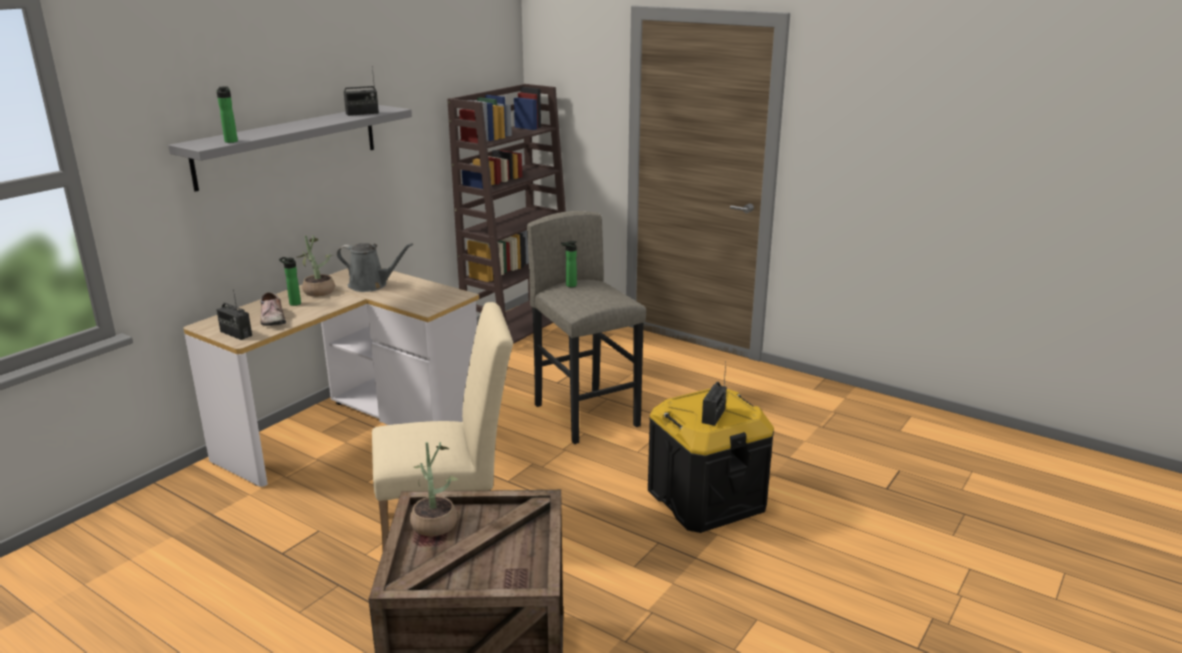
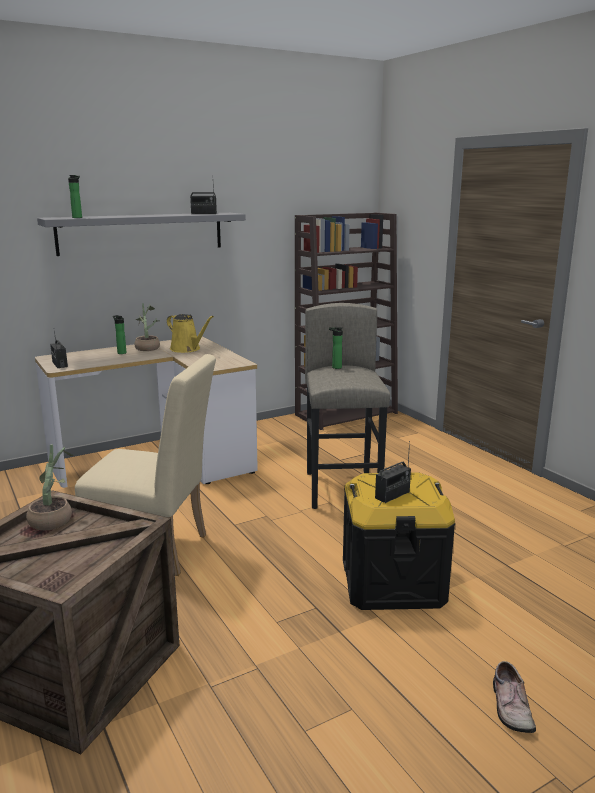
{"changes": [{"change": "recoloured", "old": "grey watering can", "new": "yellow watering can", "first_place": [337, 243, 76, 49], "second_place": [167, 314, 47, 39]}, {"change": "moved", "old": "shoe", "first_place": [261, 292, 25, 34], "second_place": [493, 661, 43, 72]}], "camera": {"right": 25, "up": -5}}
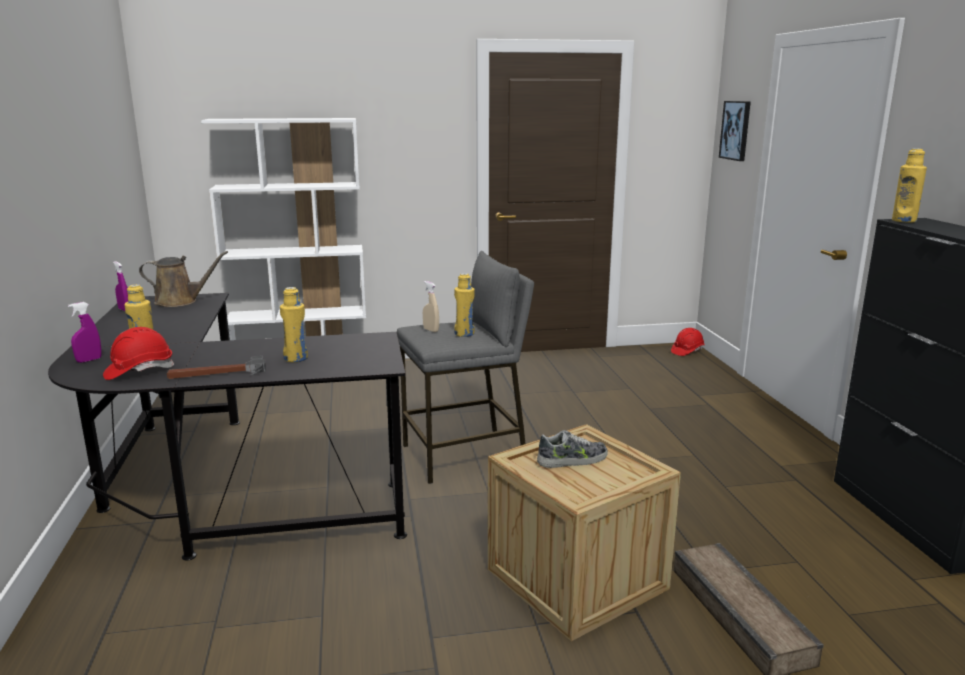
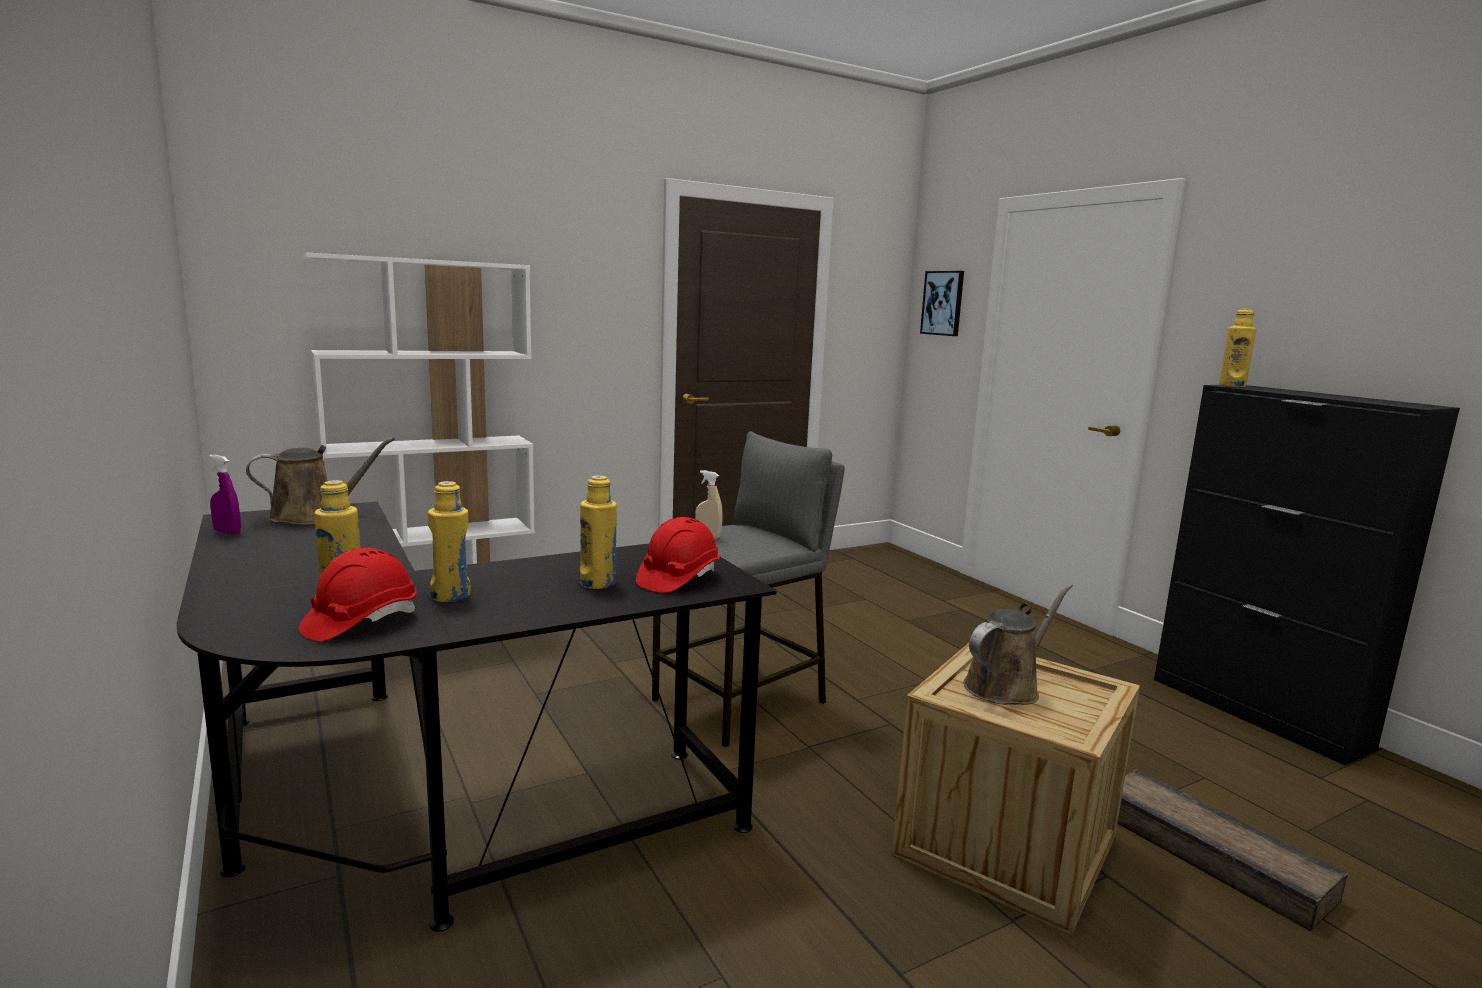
{"changes": [{"change": "moved", "old": "yellow bottle", "first_place": [454, 273, 21, 64], "second_place": [428, 481, 42, 121]}, {"change": "moved", "old": "red hard hat", "first_place": [671, 328, 34, 28], "second_place": [636, 517, 84, 76]}, {"change": "replaced", "old": "shoe", "new": "brown watering can", "first_place": [537, 430, 71, 38], "second_place": [963, 584, 110, 121]}, {"change": "removed", "old": "purple spray bottle", "first_place": [68, 302, 34, 61]}, {"change": "removed", "old": "hammer", "first_place": [167, 356, 99, 23]}], "camera": {"right": -20, "up": -5}}
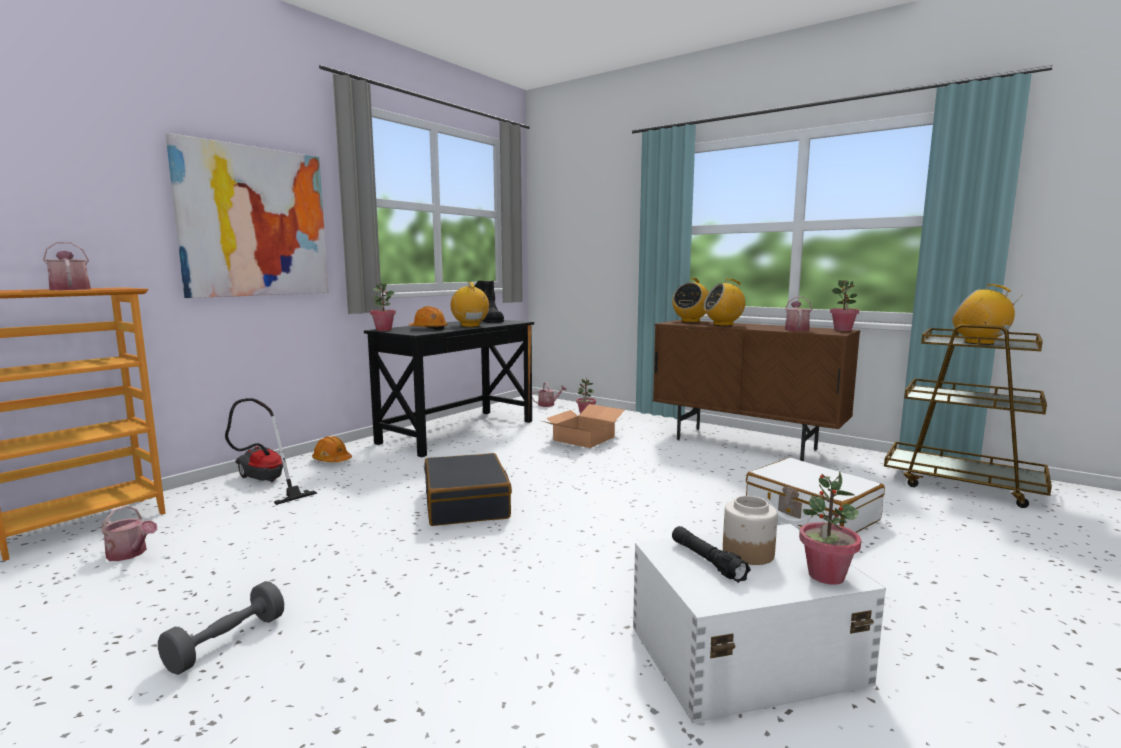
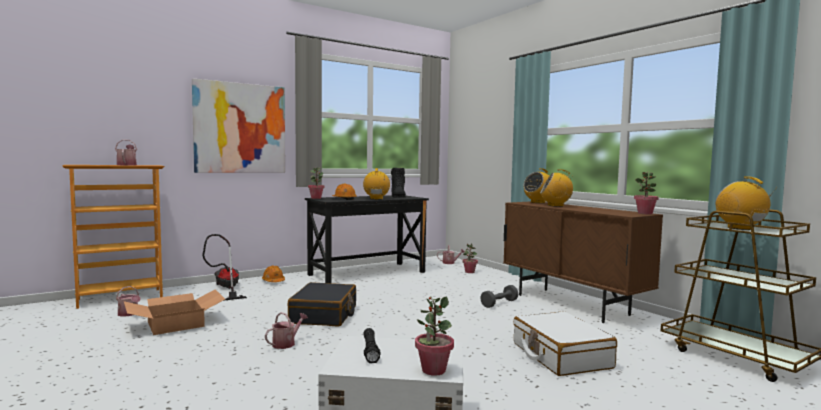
{"changes": [{"change": "moved", "old": "cardboard box", "first_place": [543, 404, 81, 44], "second_place": [124, 289, 101, 46]}, {"change": "moved", "old": "watering can", "first_place": [785, 297, 27, 34], "second_place": [265, 312, 43, 37]}, {"change": "moved", "old": "grey dumbbell", "first_place": [158, 581, 126, 94], "second_place": [480, 285, 38, 23]}, {"change": "removed", "old": "jar", "first_place": [723, 496, 55, 69]}], "camera": {"right": 20, "up": -5}}
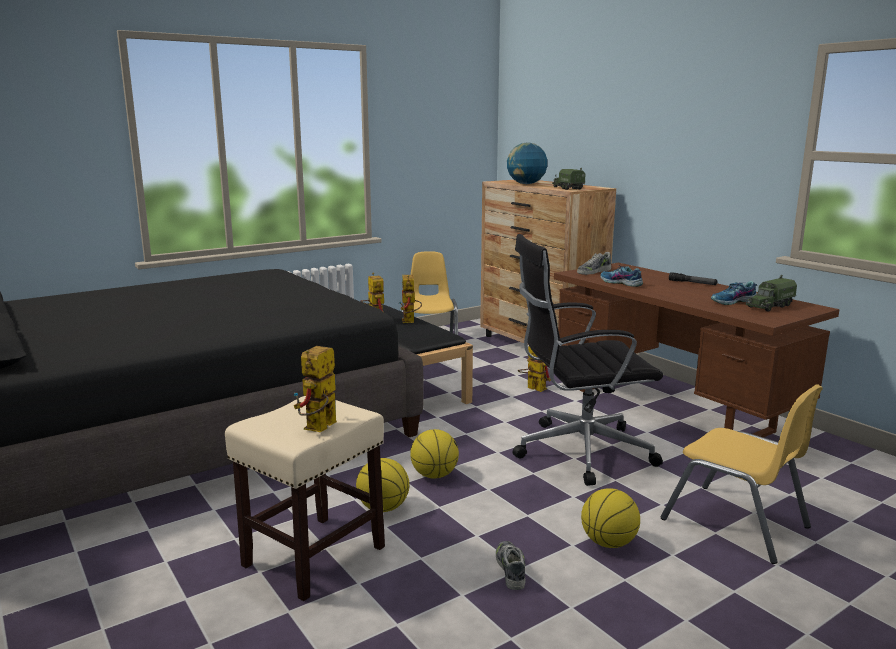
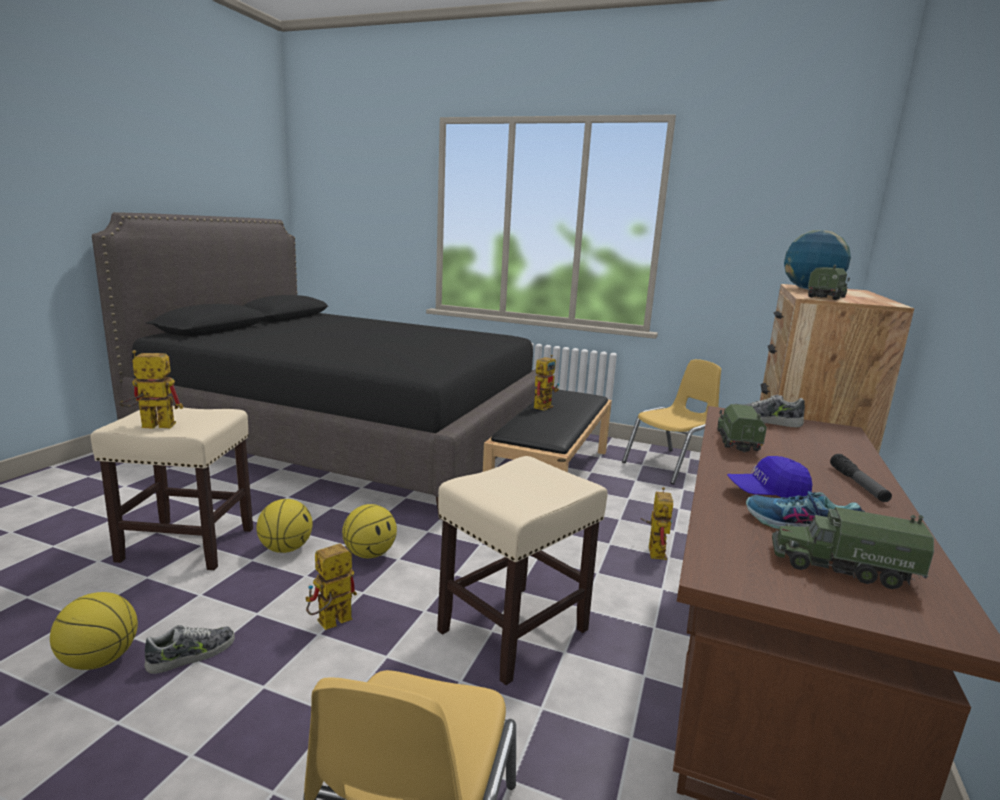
{"changes": [{"change": "moved", "old": "basketball", "first_place": [581, 488, 59, 60], "second_place": [50, 592, 88, 78]}, {"change": "moved", "old": "toy robot", "first_place": [399, 275, 23, 48], "second_place": [305, 543, 52, 87]}, {"change": "replaced", "old": "black office chair", "new": "beige stool", "first_place": [513, 234, 150, 252], "second_place": [437, 456, 171, 229]}, {"change": "replaced", "old": "shoe", "new": "toy truck", "first_place": [601, 265, 42, 22], "second_place": [717, 404, 50, 49]}, {"change": "added", "new": "blue cap", "second_place": [727, 456, 85, 42]}], "camera": {"right": 55, "up": 0}}
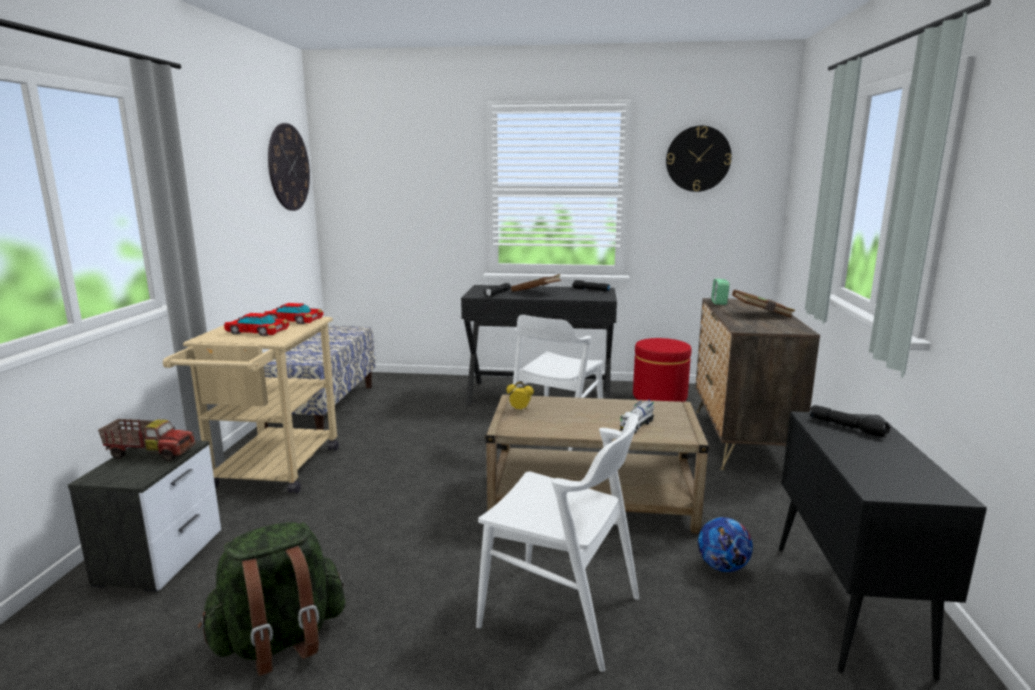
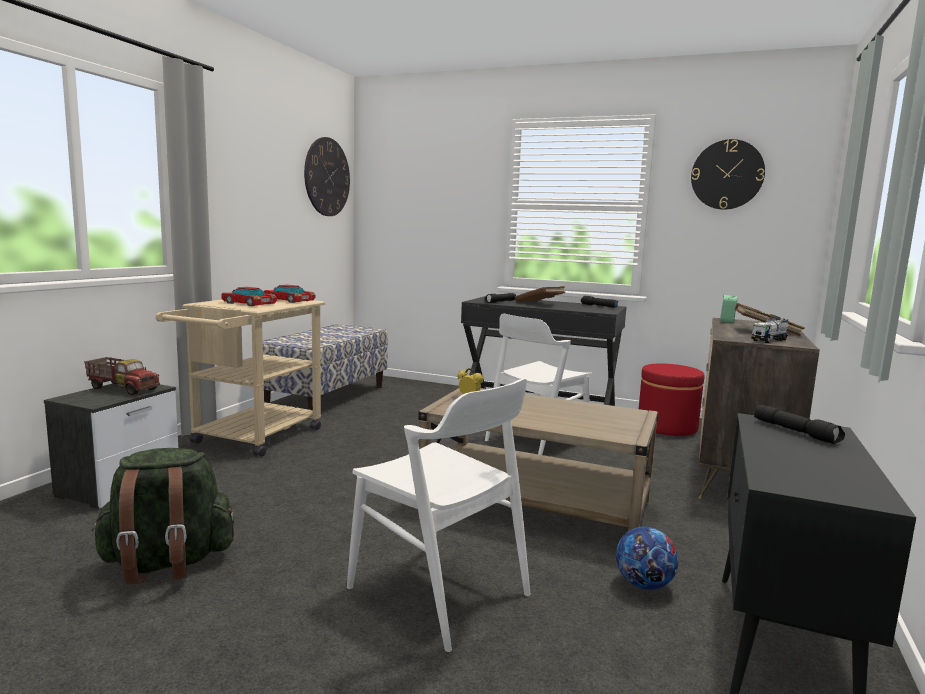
{"changes": [{"change": "moved", "old": "toy truck", "first_place": [620, 400, 34, 33], "second_place": [751, 318, 38, 25]}], "camera": {"right": 15, "up": -5}}
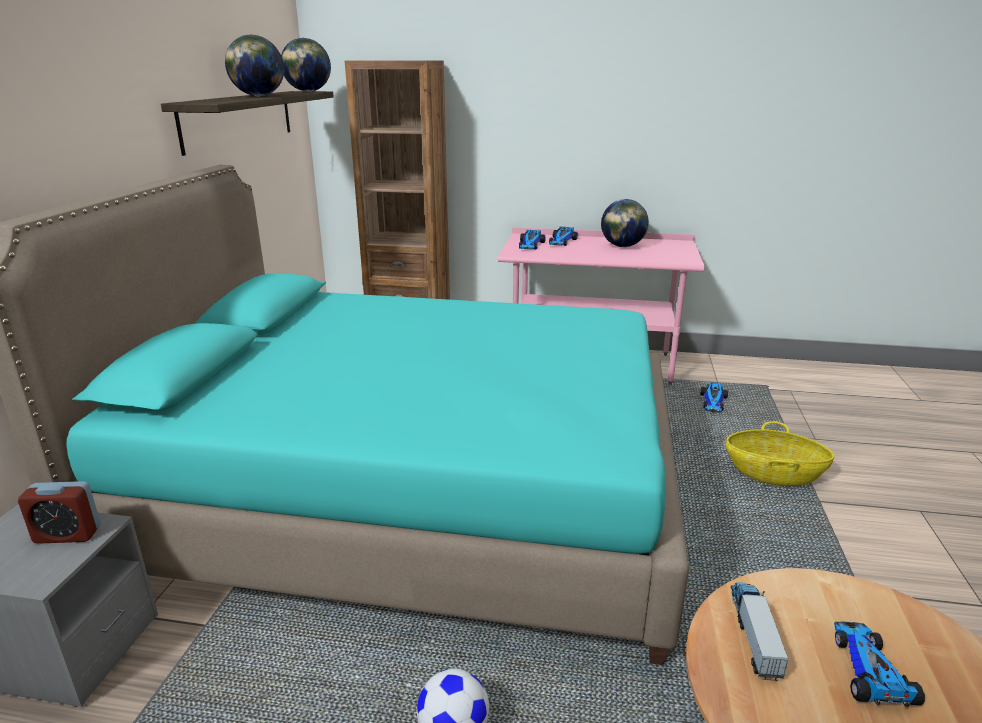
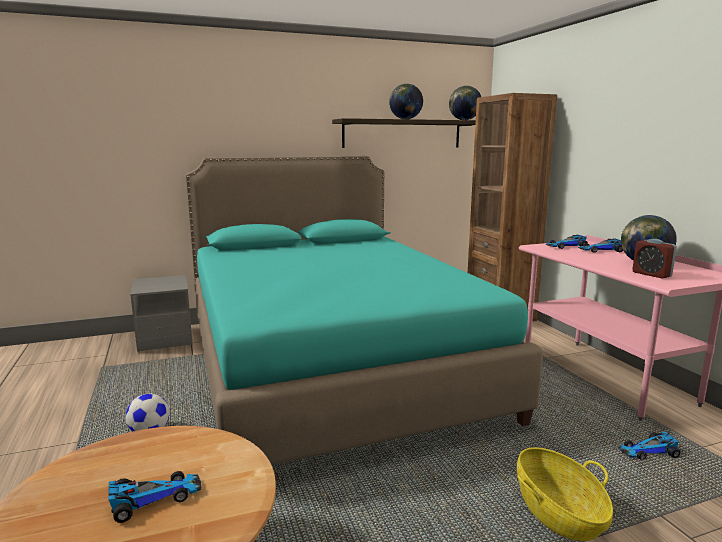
{"changes": [{"change": "moved", "old": "alarm clock", "first_place": [18, 481, 83, 63], "second_place": [632, 239, 45, 40]}, {"change": "removed", "old": "toy truck", "first_place": [731, 582, 58, 99]}], "camera": {"right": 60, "up": -10}}
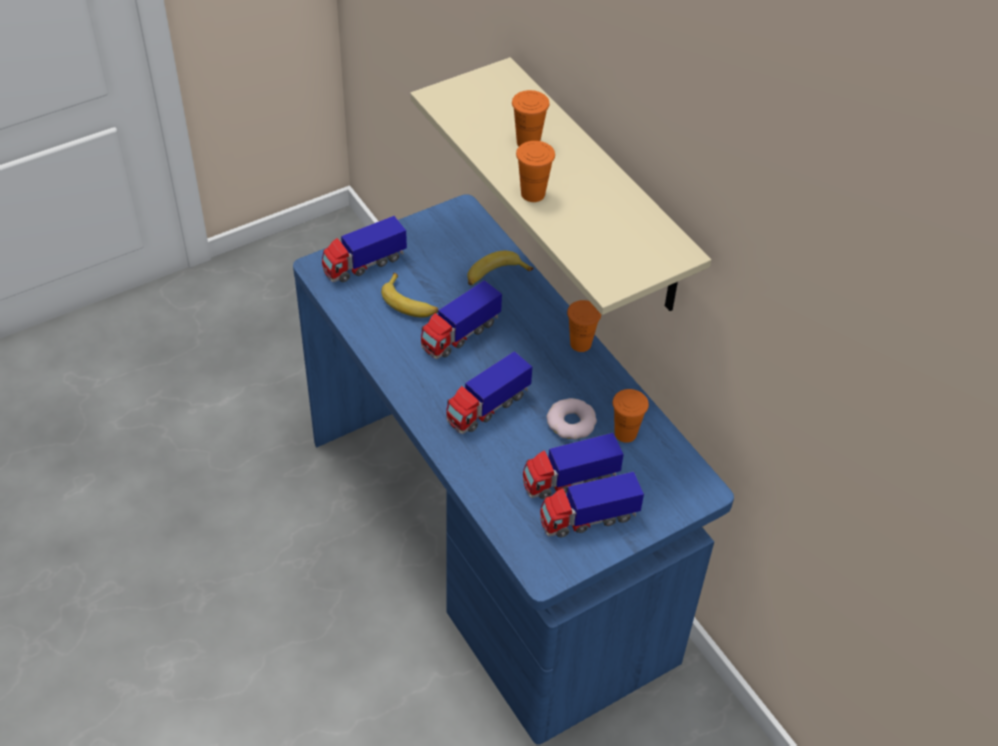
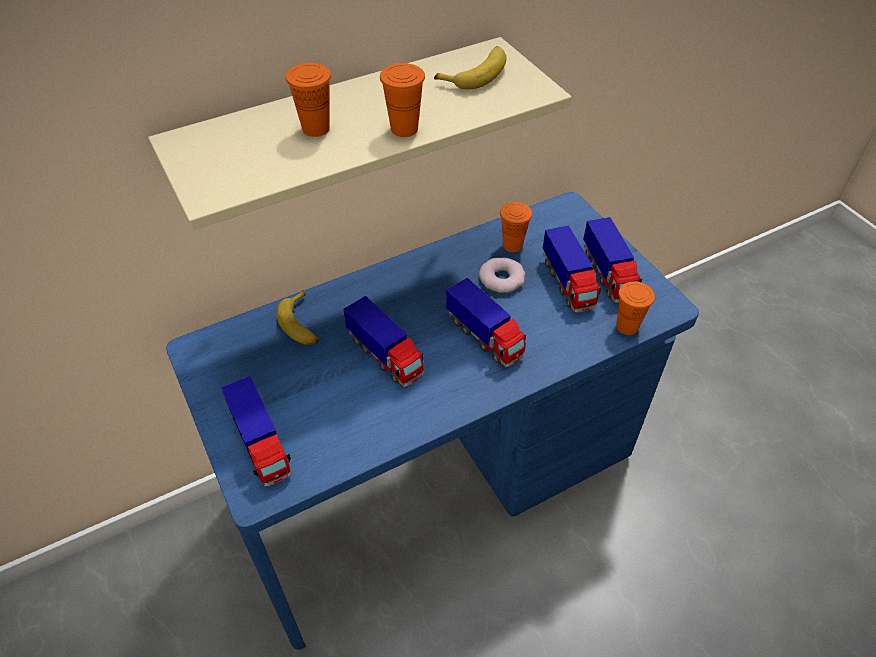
{"changes": [{"change": "moved", "old": "banana", "first_place": [381, 273, 57, 45], "second_place": [434, 46, 73, 43]}, {"change": "moved", "old": "orange cup", "first_place": [567, 300, 34, 52], "second_place": [616, 281, 39, 54]}], "camera": {"right": -85, "up": 0}}
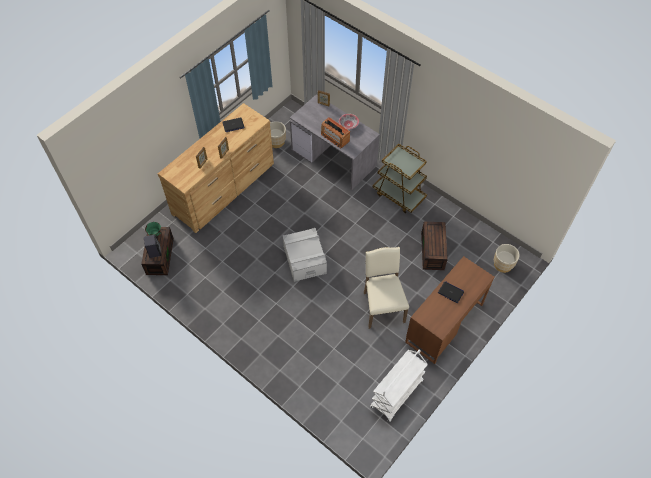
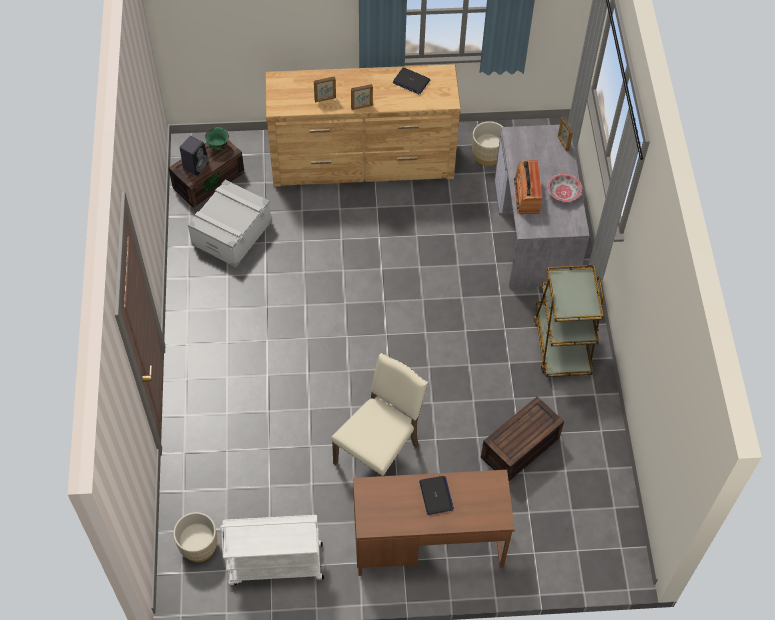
{"changes": [{"change": "moved", "old": "beige planter", "first_place": [494, 244, 26, 29], "second_place": [173, 512, 44, 50]}, {"change": "moved", "old": "grey storage box", "first_place": [283, 228, 44, 54], "second_place": [188, 180, 84, 87]}], "camera": {"right": 45, "up": 0}}
